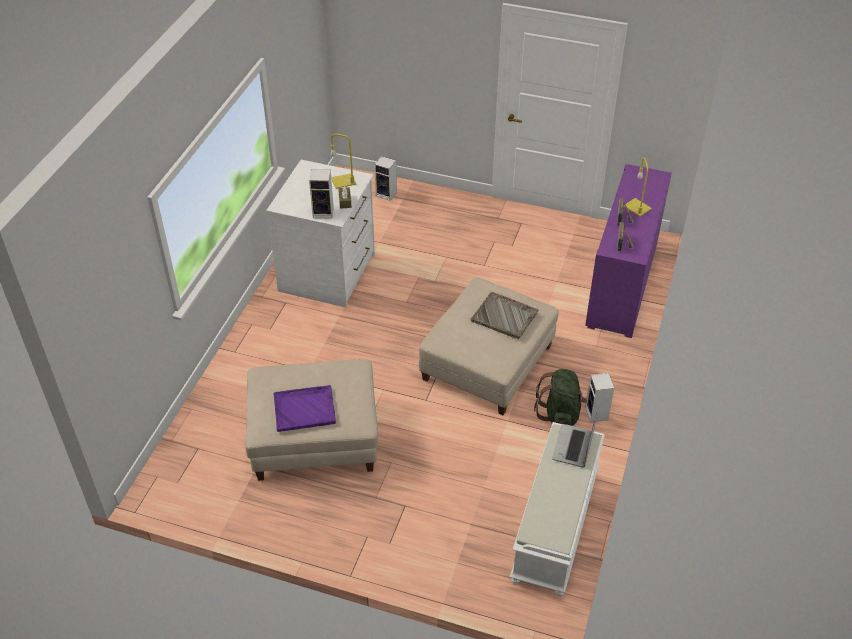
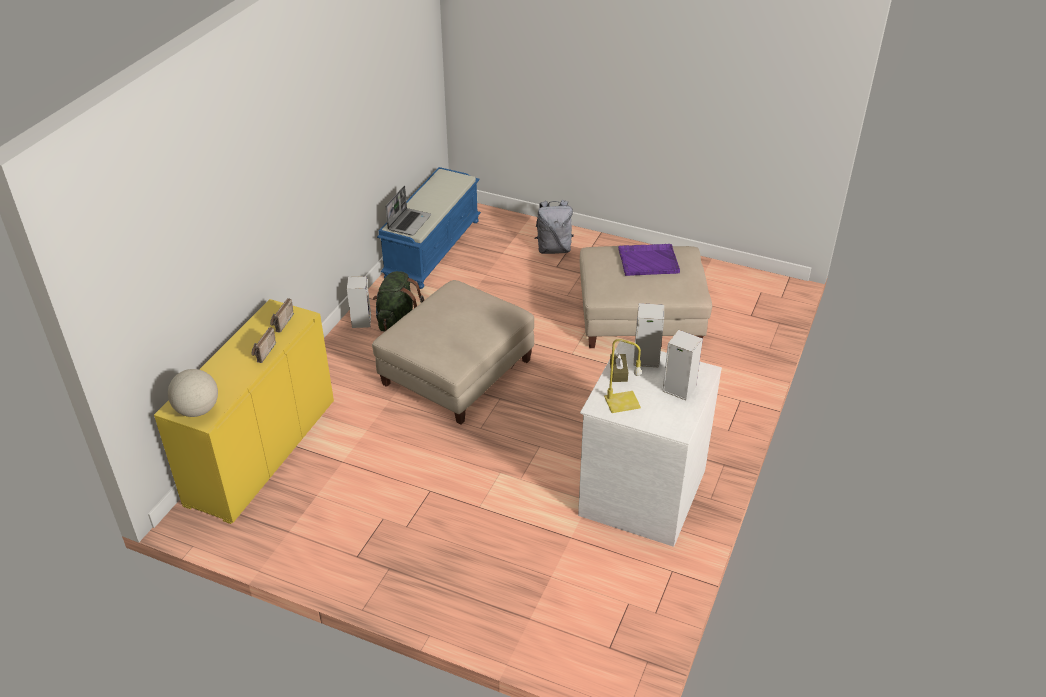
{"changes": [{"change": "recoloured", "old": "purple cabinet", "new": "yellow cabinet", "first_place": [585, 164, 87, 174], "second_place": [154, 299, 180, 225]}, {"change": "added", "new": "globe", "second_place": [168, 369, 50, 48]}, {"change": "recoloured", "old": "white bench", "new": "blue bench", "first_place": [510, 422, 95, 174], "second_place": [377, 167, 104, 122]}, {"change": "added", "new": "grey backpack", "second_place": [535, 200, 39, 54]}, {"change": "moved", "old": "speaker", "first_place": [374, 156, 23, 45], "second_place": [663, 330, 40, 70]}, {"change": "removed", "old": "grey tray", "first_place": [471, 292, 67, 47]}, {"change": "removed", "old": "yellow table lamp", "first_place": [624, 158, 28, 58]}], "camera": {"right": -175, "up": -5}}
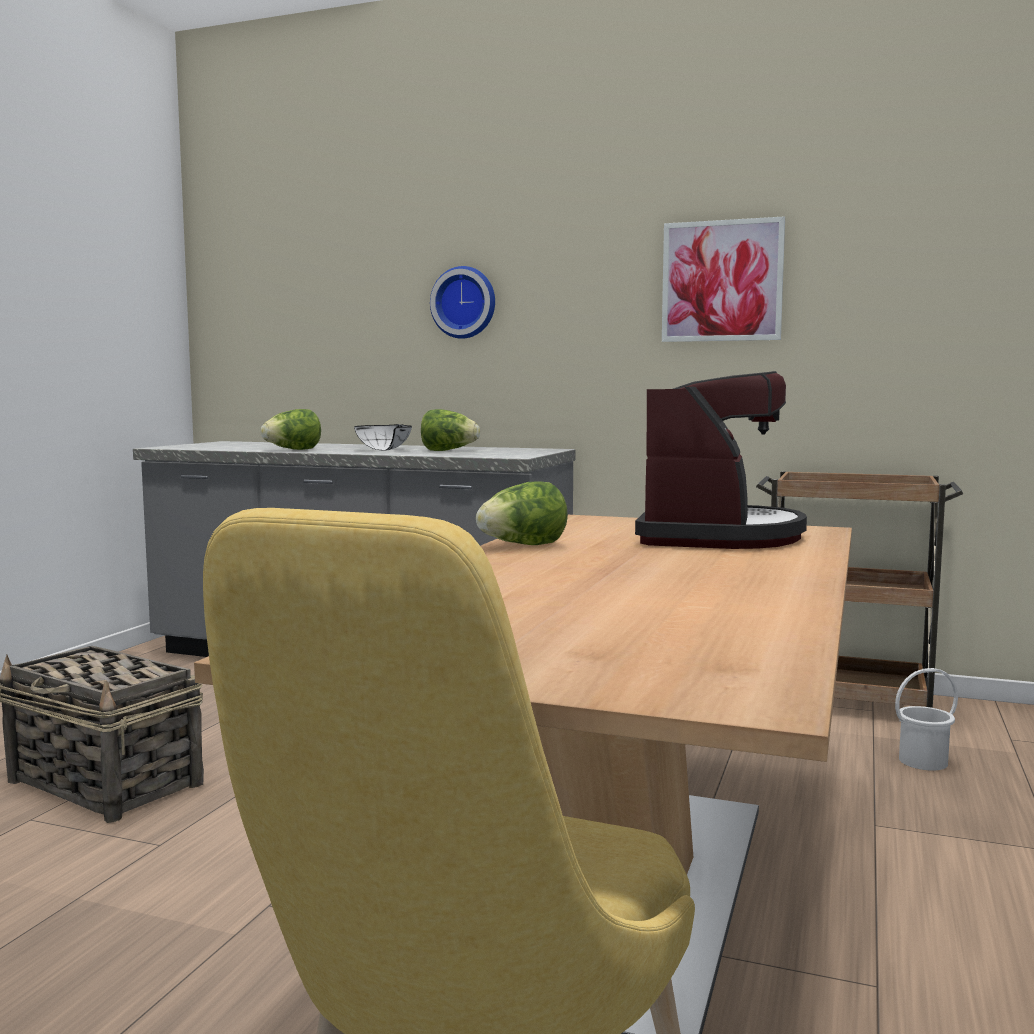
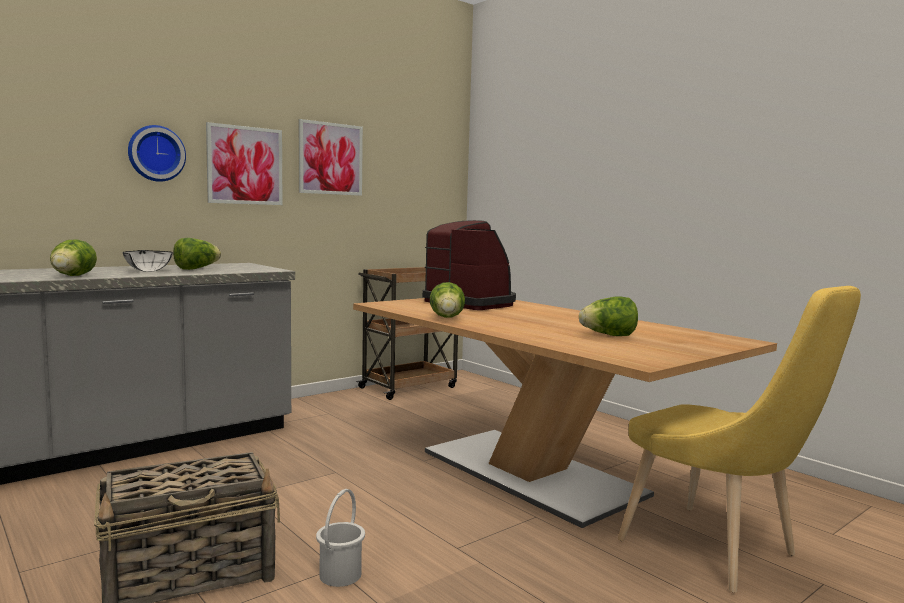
{"changes": [{"change": "added", "new": "picture", "second_place": [206, 122, 76, 83]}, {"change": "moved", "old": "white bucket", "first_place": [895, 668, 63, 103], "second_place": [316, 489, 49, 98]}, {"change": "added", "new": "lettuce", "second_place": [579, 296, 59, 40]}], "camera": {"right": -60, "up": 0}}
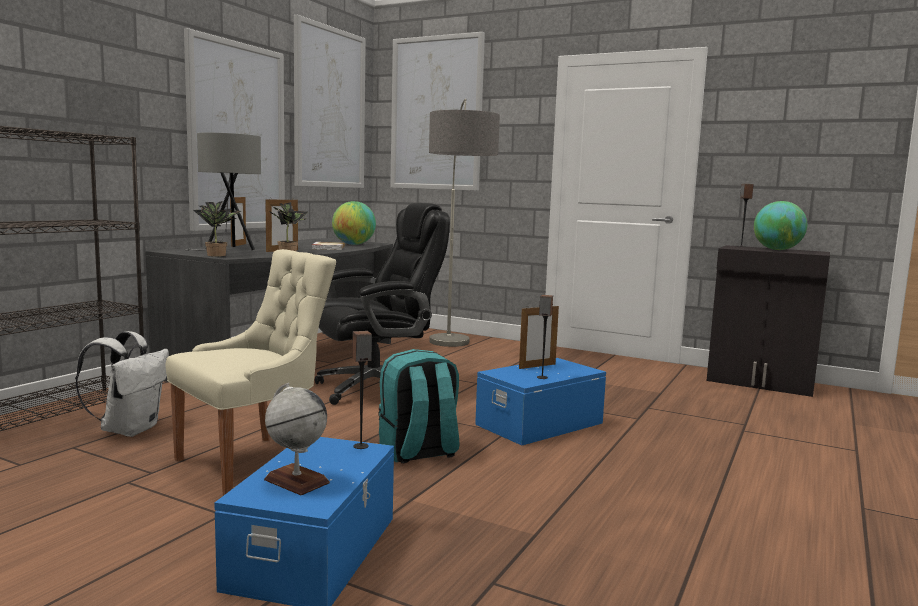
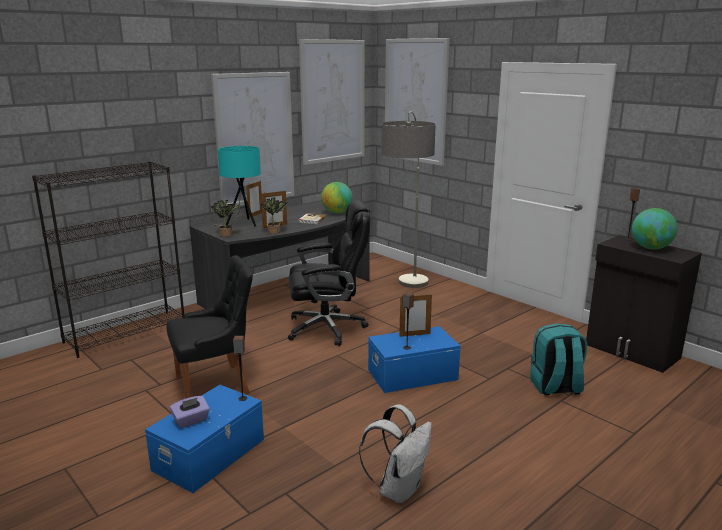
{"changes": [{"change": "recoloured", "old": "beige chair", "new": "black chair", "first_place": [166, 249, 170, 247], "second_place": [166, 255, 87, 144]}, {"change": "replaced", "old": "globe", "new": "purple tissue box", "first_place": [264, 383, 66, 112], "second_place": [170, 396, 40, 32]}, {"change": "recoloured", "old": "grey table lamp", "new": "turquoise table lamp", "first_place": [185, 133, 76, 118], "second_place": [213, 146, 48, 81]}, {"change": "moved", "old": "white backpack", "first_place": [75, 331, 94, 106], "second_place": [359, 404, 73, 99]}, {"change": "moved", "old": "turquoise backpack", "first_place": [378, 349, 82, 114], "second_place": [530, 323, 57, 72]}], "camera": {"right": 20, "up": 10}}
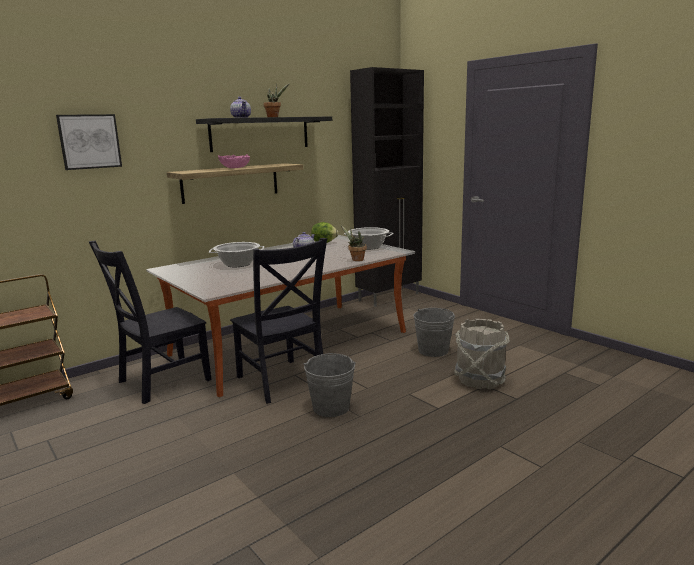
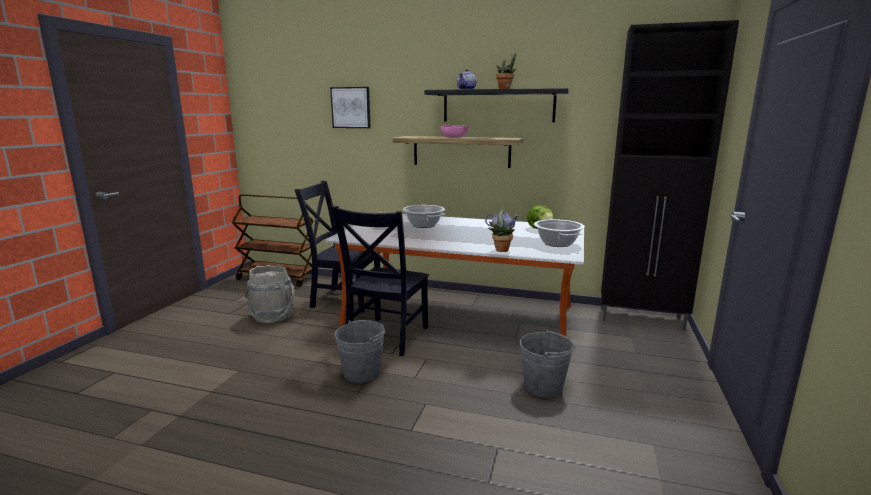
{"changes": [{"change": "moved", "old": "grey bucket", "first_place": [454, 319, 55, 70], "second_place": [245, 264, 50, 59]}], "camera": {"right": 55, "up": 0}}
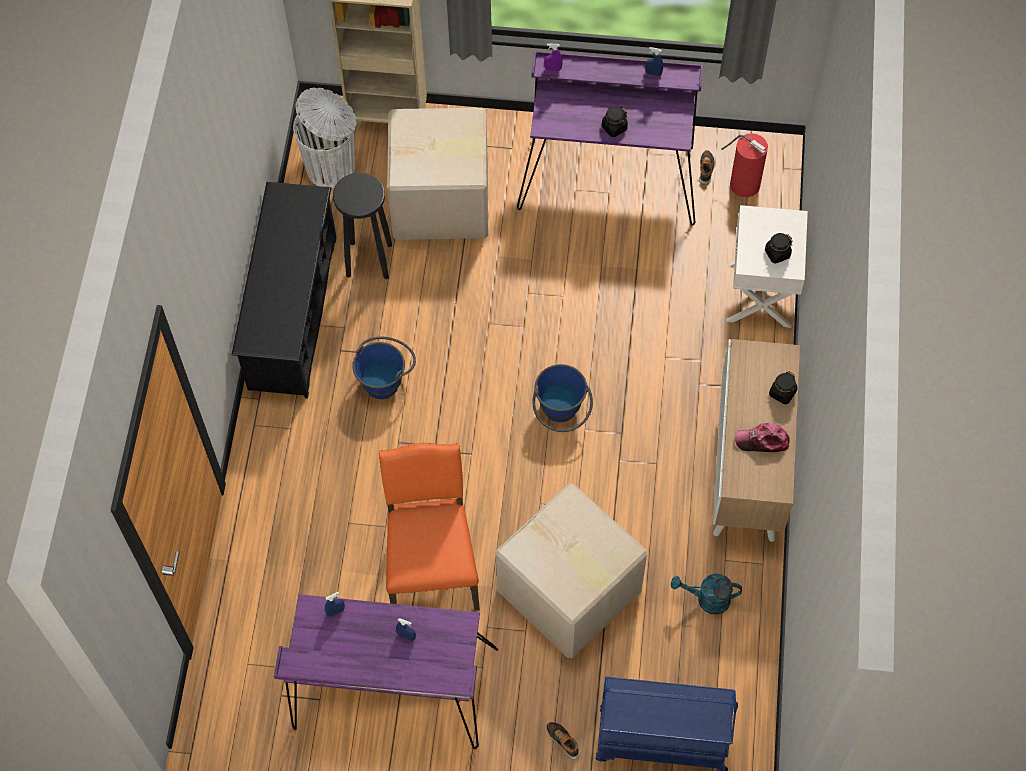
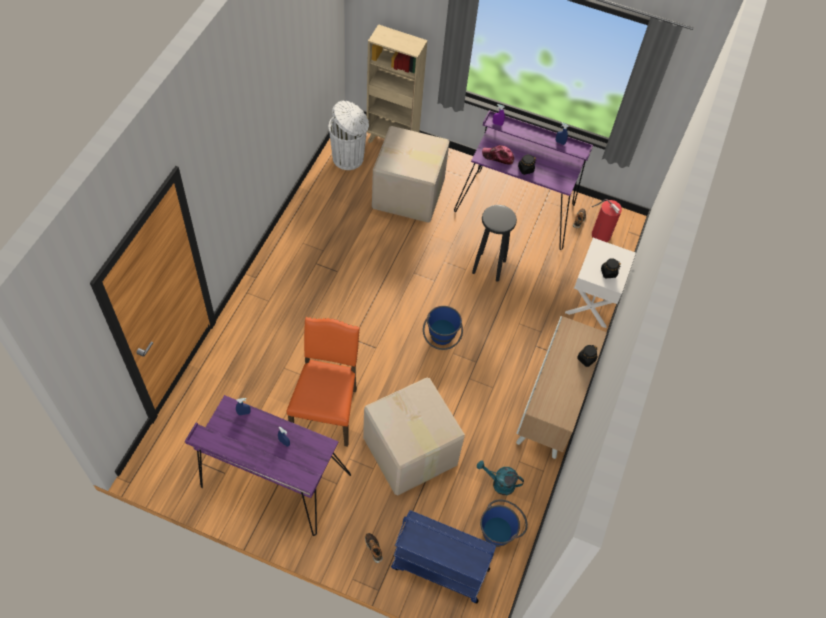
{"changes": [{"change": "moved", "old": "black stool", "first_place": [333, 172, 59, 107], "second_place": [472, 205, 45, 77]}, {"change": "moved", "old": "blue bucket", "first_place": [352, 337, 64, 62], "second_place": [480, 499, 48, 48]}, {"change": "moved", "old": "cap", "first_place": [735, 423, 55, 29], "second_place": [482, 145, 32, 19]}, {"change": "removed", "old": "black shoe rack", "first_place": [231, 182, 106, 217]}], "camera": {"right": 10, "up": -5}}
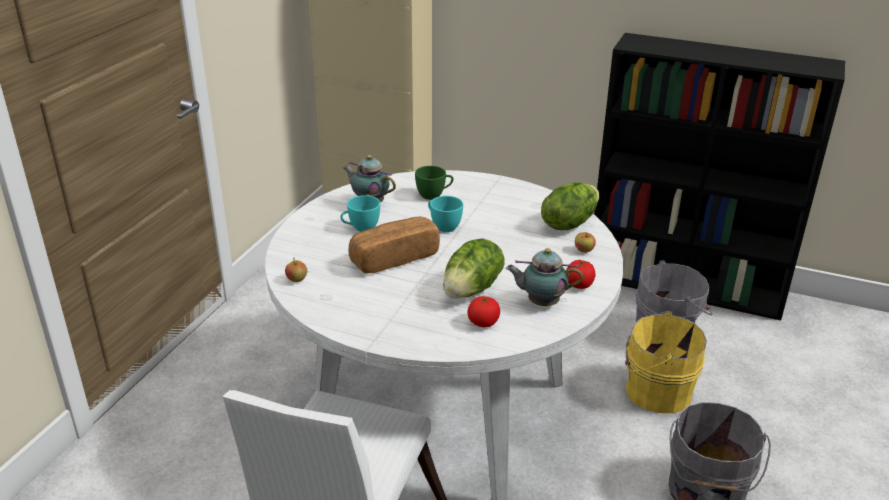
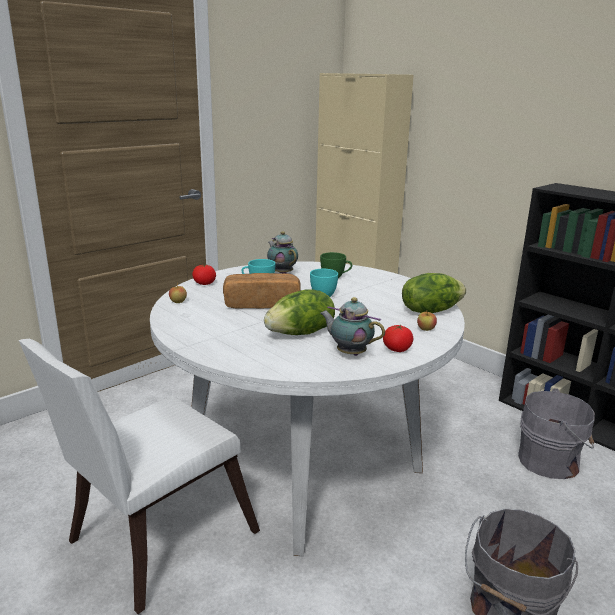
{"changes": [{"change": "moved", "old": "tomato", "first_place": [467, 295, 33, 32], "second_place": [192, 265, 24, 20]}, {"change": "removed", "old": "yellow bucket", "first_place": [625, 311, 82, 102]}], "camera": {"right": 25, "up": -10}}
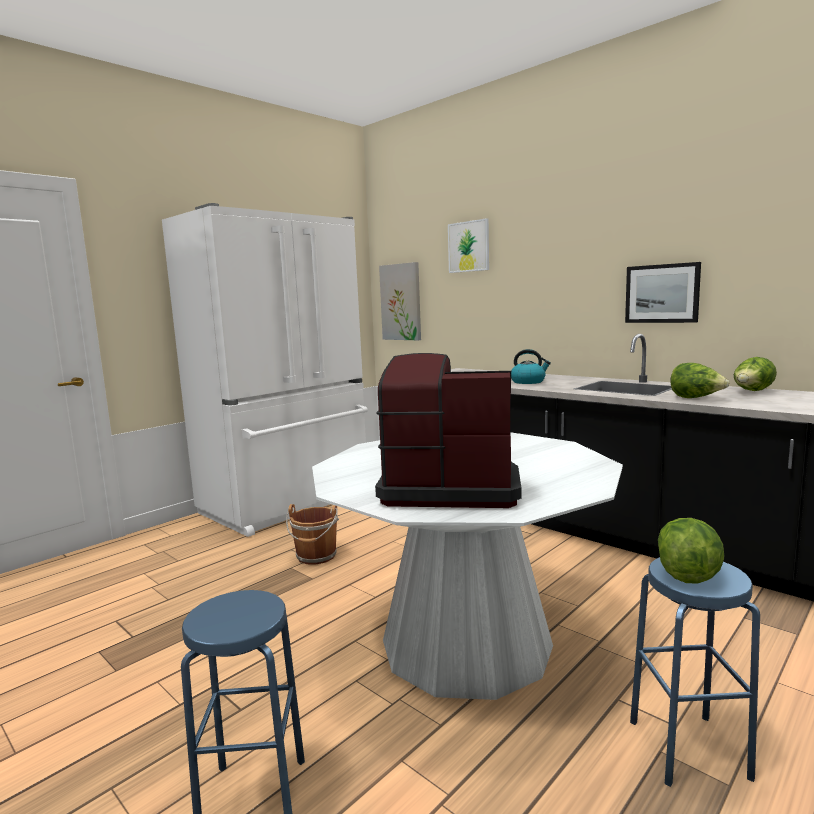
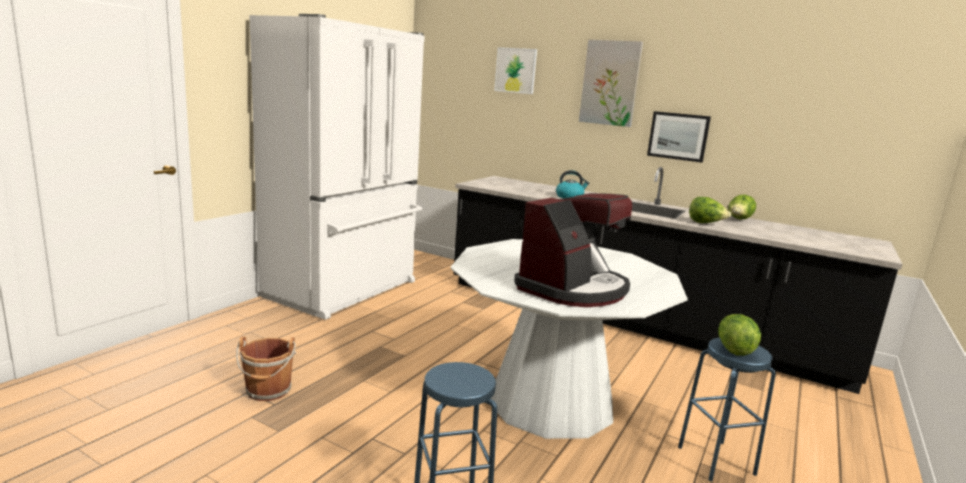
{"changes": [{"change": "moved", "old": "brown bucket", "first_place": [286, 504, 53, 61], "second_place": [236, 336, 60, 65]}, {"change": "turned", "old": "coffee machine", "first_place": [375, 353, 146, 155], "second_place": [514, 193, 118, 114], "degrees": 135}, {"change": "moved", "old": "picture", "first_place": [379, 262, 42, 78], "second_place": [579, 40, 64, 87]}], "camera": {"right": -15, "up": 5}}
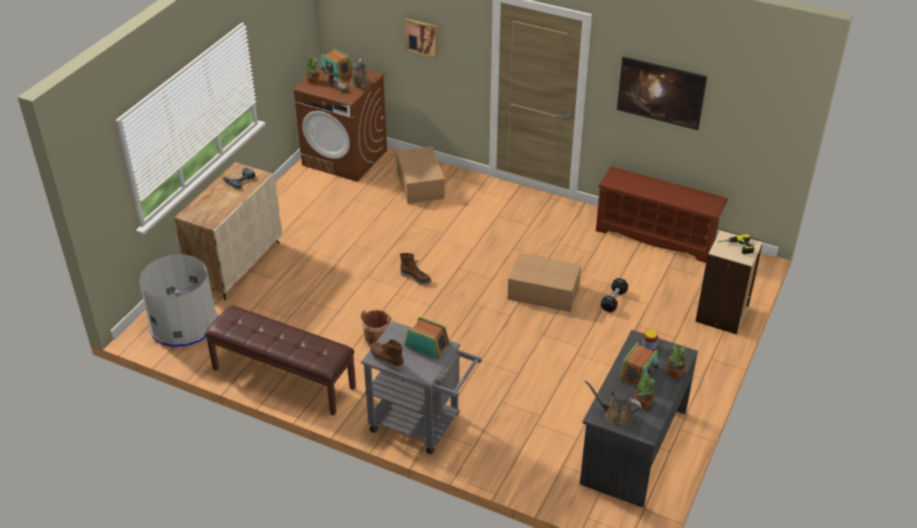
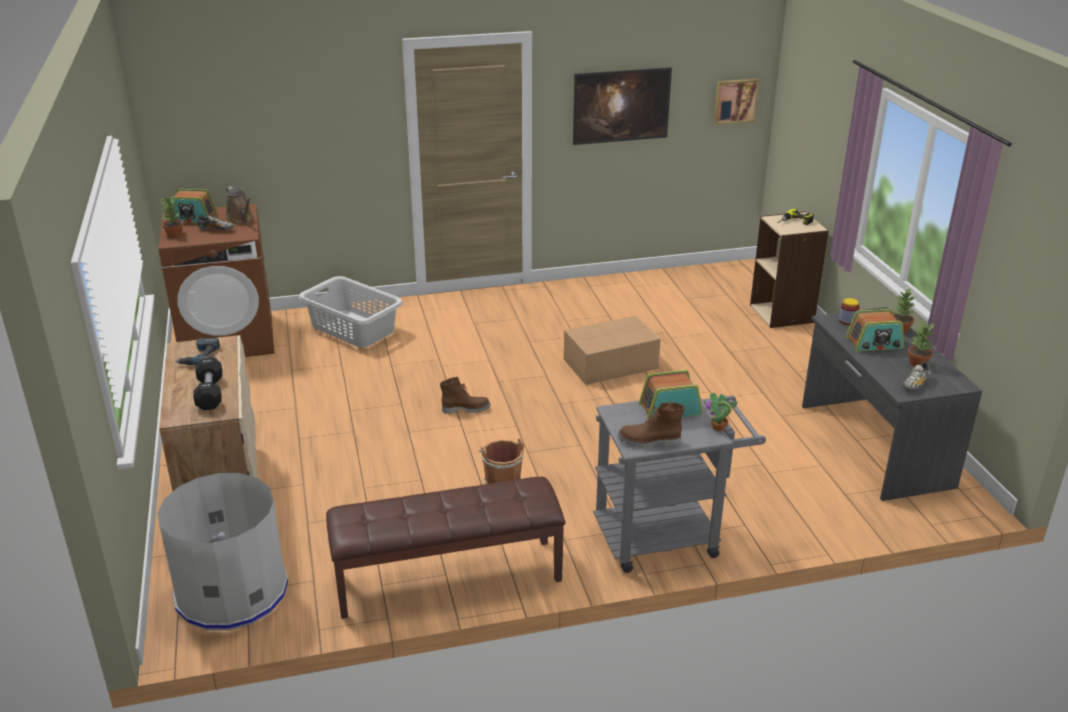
{"changes": [{"change": "moved", "old": "black dumbbell", "first_place": [601, 278, 27, 35], "second_place": [193, 357, 30, 53]}, {"change": "replaced", "old": "cardboard box", "new": "grey laundry basket", "first_place": [396, 146, 49, 58], "second_place": [299, 276, 104, 72]}, {"change": "added", "new": "potted plant", "second_place": [706, 392, 32, 39]}, {"change": "moved", "old": "picture", "first_place": [405, 18, 33, 41], "second_place": [714, 79, 45, 46]}, {"change": "turned", "old": "radio", "first_place": [619, 342, 40, 47], "second_place": [845, 309, 59, 42], "degrees": 90}, {"change": "replaced", "old": "brown watering can", "new": "shoe", "first_place": [584, 380, 58, 47], "second_place": [902, 362, 29, 27]}, {"change": "removed", "old": "brown shoe rack", "first_place": [596, 167, 132, 96]}], "camera": {"right": -40, "up": -10}}
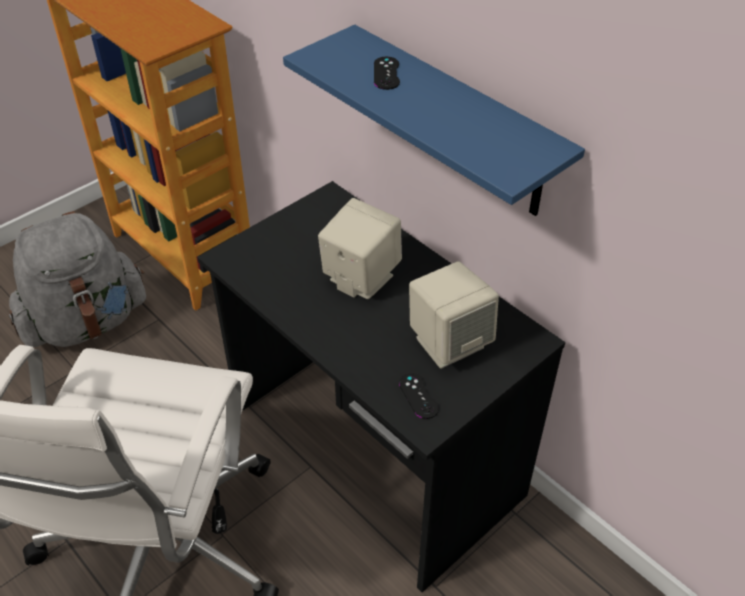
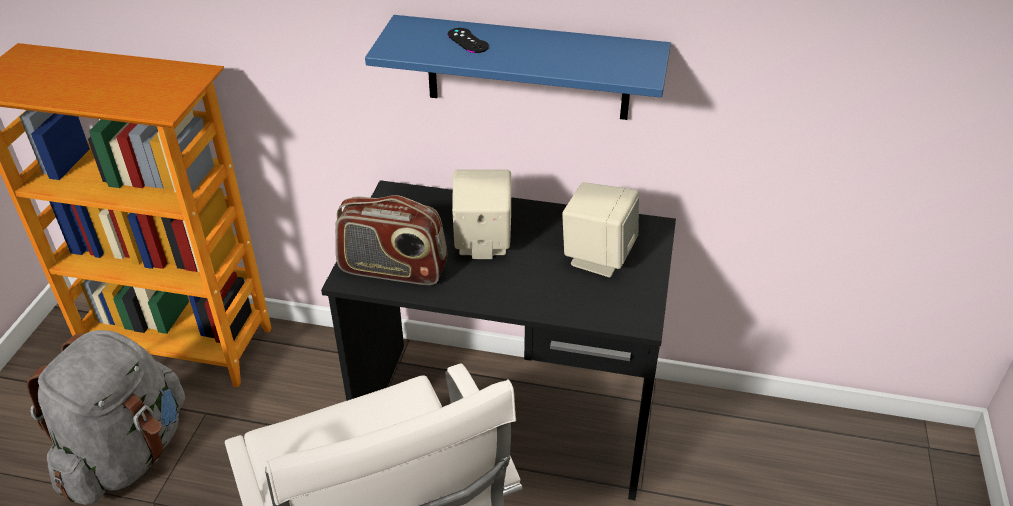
{"changes": [{"change": "added", "new": "radio", "second_place": [335, 195, 112, 90]}, {"change": "removed", "old": "black game controller", "first_place": [399, 373, 40, 46]}], "camera": {"right": -35, "up": -5}}
